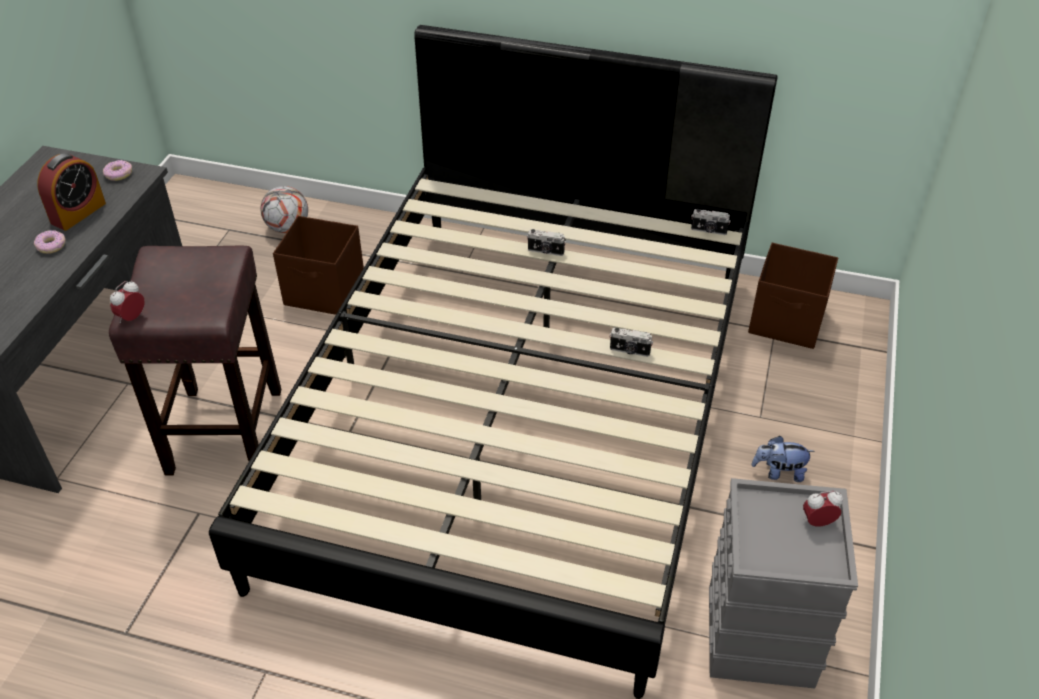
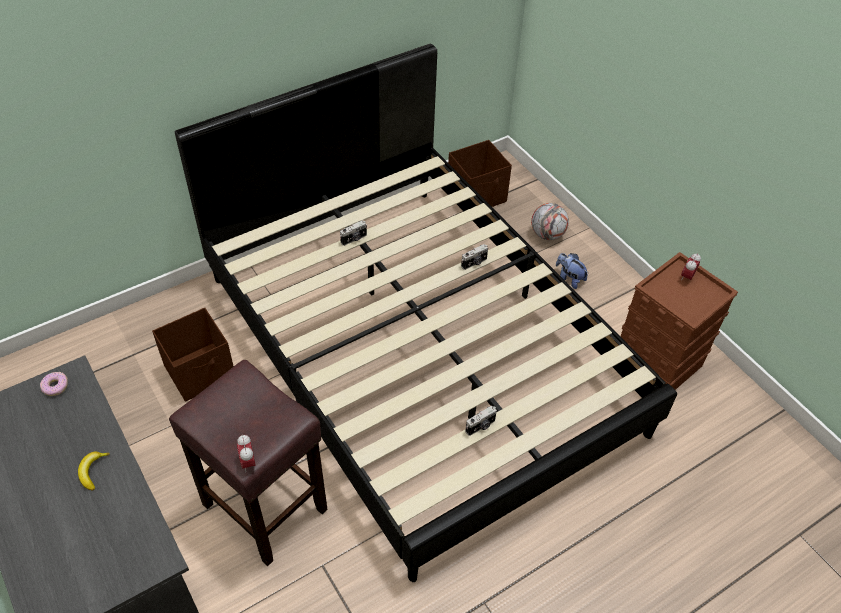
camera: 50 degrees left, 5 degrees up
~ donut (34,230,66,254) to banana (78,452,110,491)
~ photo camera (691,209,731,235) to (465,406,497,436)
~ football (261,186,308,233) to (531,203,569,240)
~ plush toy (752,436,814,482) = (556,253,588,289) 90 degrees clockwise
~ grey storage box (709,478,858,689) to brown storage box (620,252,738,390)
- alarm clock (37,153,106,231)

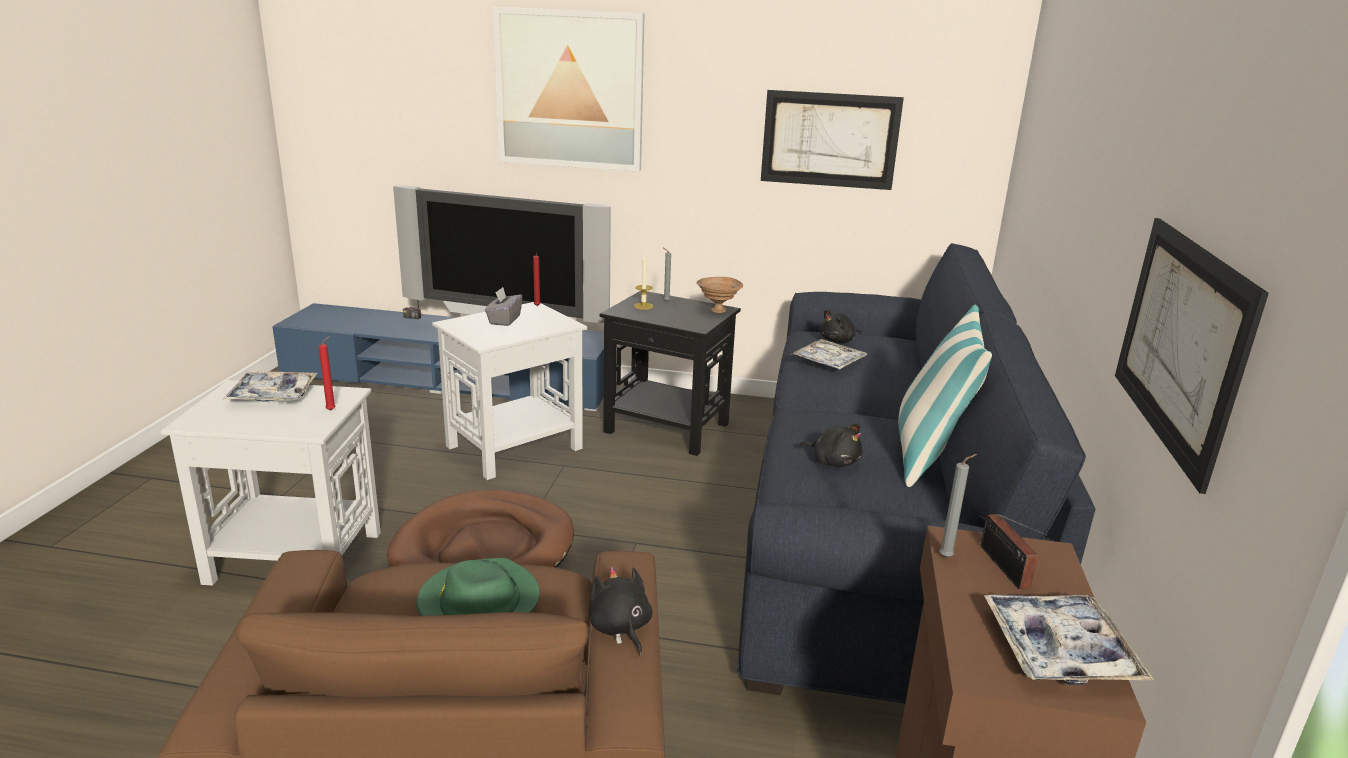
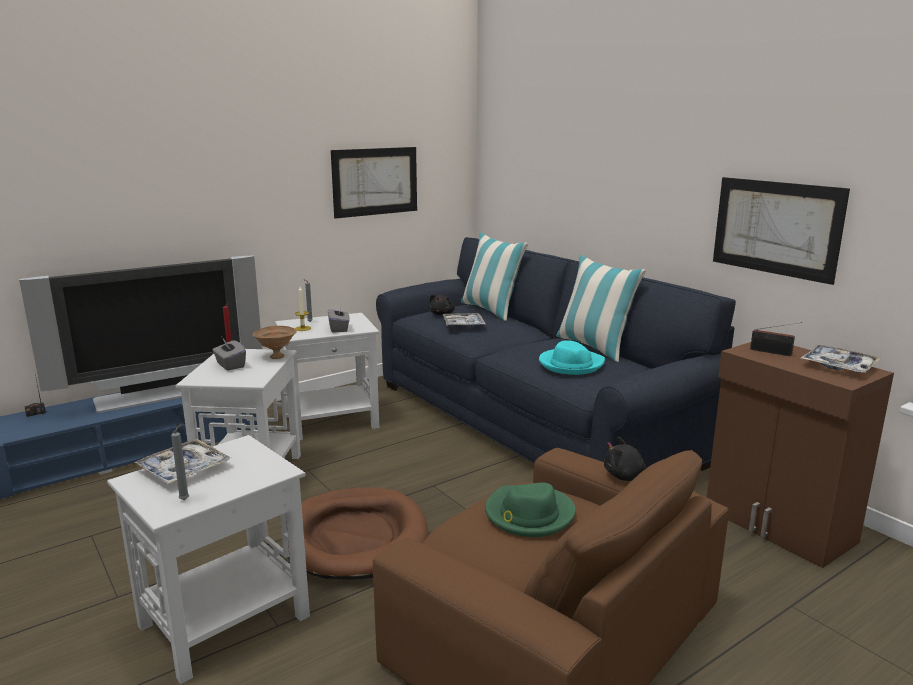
camera: 45 degrees left, 5 degrees down
~ grey candle (939,454,977,557) to (171,424,189,500)
~ brown bowl (696,277,743,313) to (252,326,297,359)
~ black side table (599,291,741,456) to white side table (275,313,379,440)
+ grey tissue box (328,307,350,333)
+ pillow (461,233,528,321)
~ black plush toy (799,424,862,467) to turquoise hat (539,340,605,375)
- red candle (319,336,336,410)
- picture (493,7,645,172)

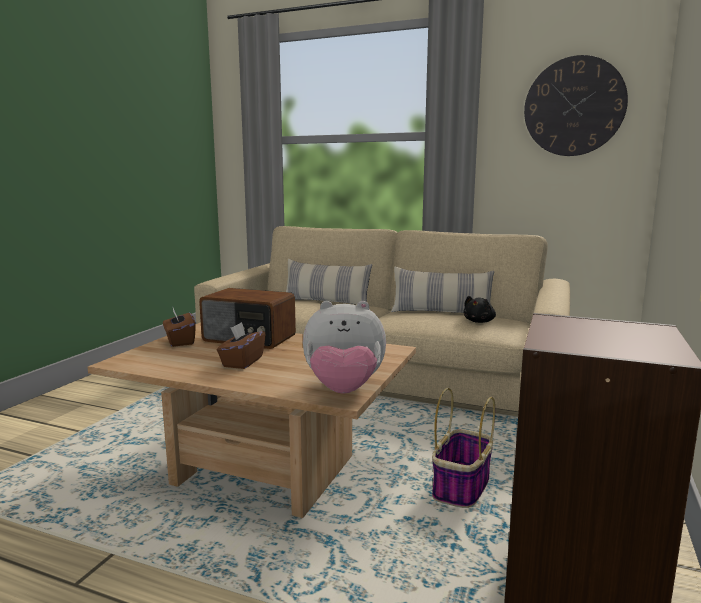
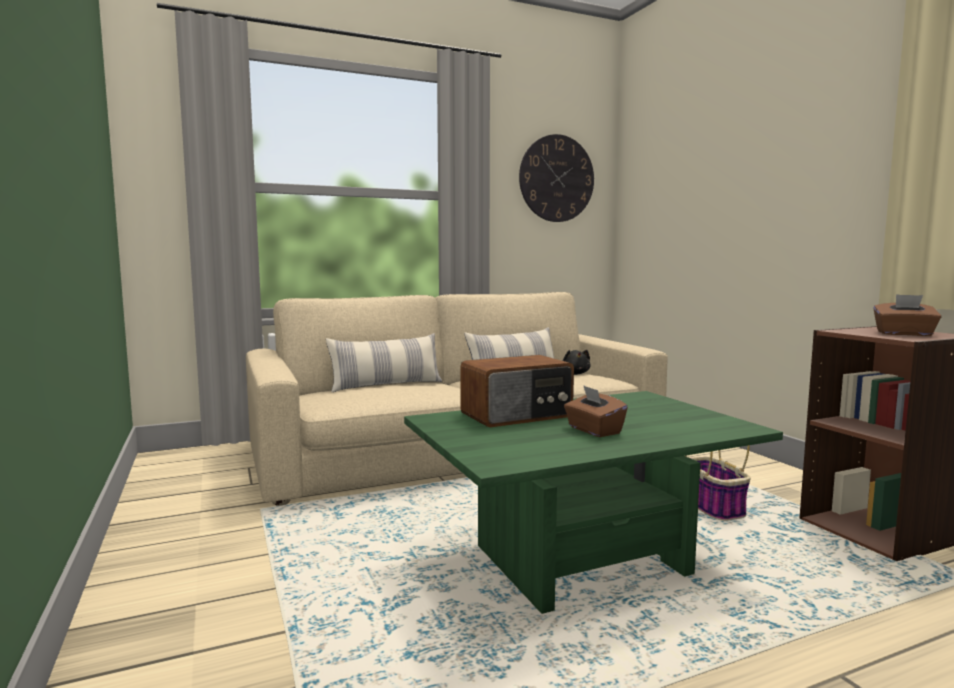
camera: 45 degrees left, 5 degrees down
~ beige coffee table (88,323,416,518) to green coffee table (404,391,783,614)
~ brown tissue box (163,308,196,347) to (873,294,941,336)
- plush toy (303,301,386,394)

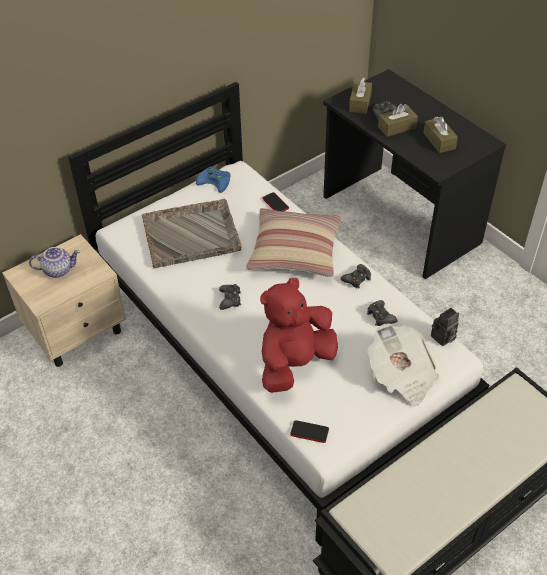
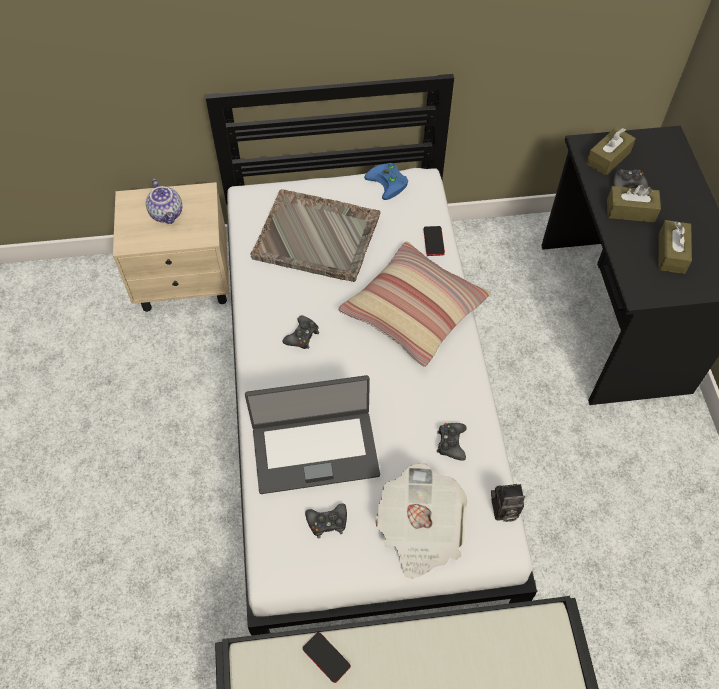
camera: 30 degrees right, 10 degrees up
~ teapot (29,247,80,278) = (146,179,182,224) 45 degrees clockwise
~ red plush toy (260,278,338,393) to laptop (245,375,380,494)
~ phone (290,420,329,443) to (303,632,351,683)
~ black game controller (341,264,371,288) to (305,503,347,538)

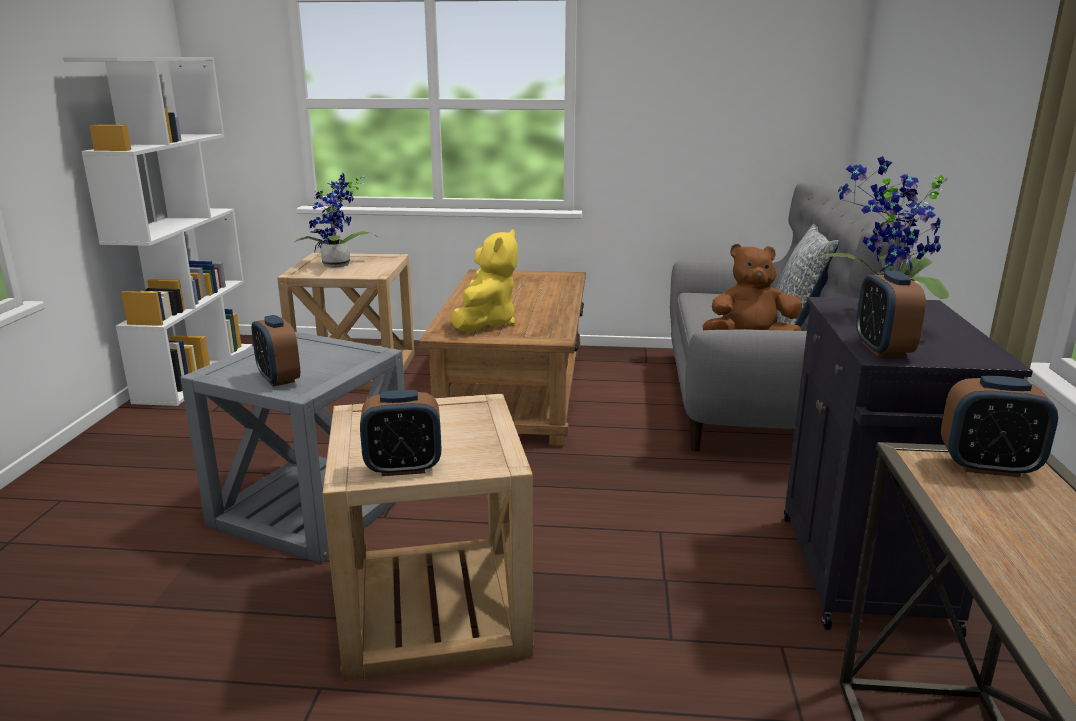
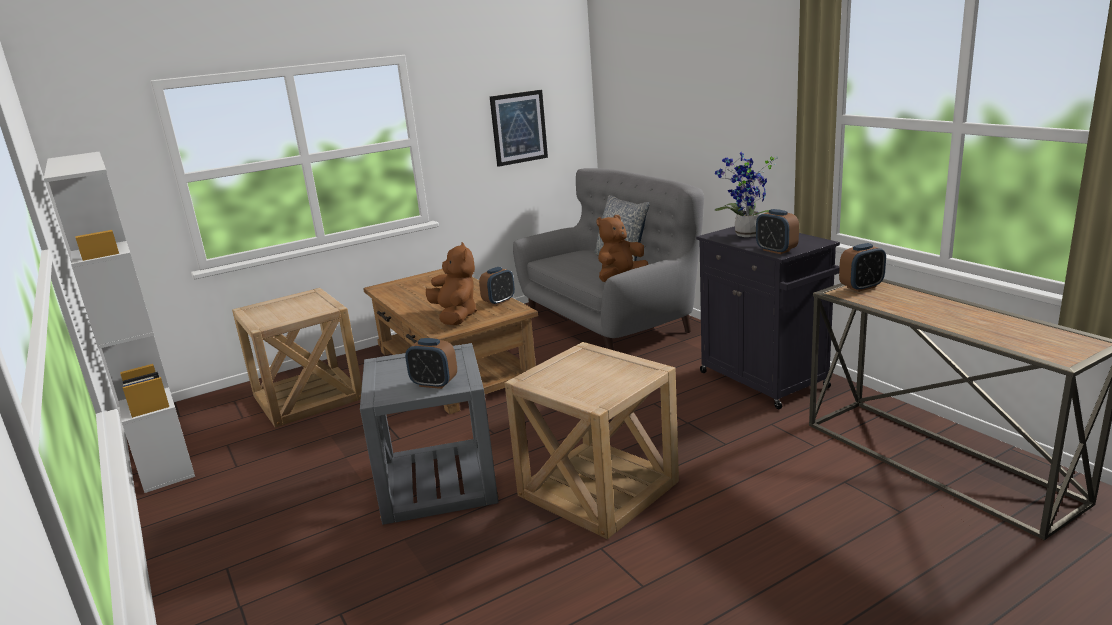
camera: 35 degrees left, 0 degrees up
~ yellow plush toy (451,229,518,332) to brown plush toy (426,242,477,325)
~ alarm clock (360,390,442,476) to (479,267,515,306)
+ picture (490,90,548,167)
- potted plant (295,173,378,268)

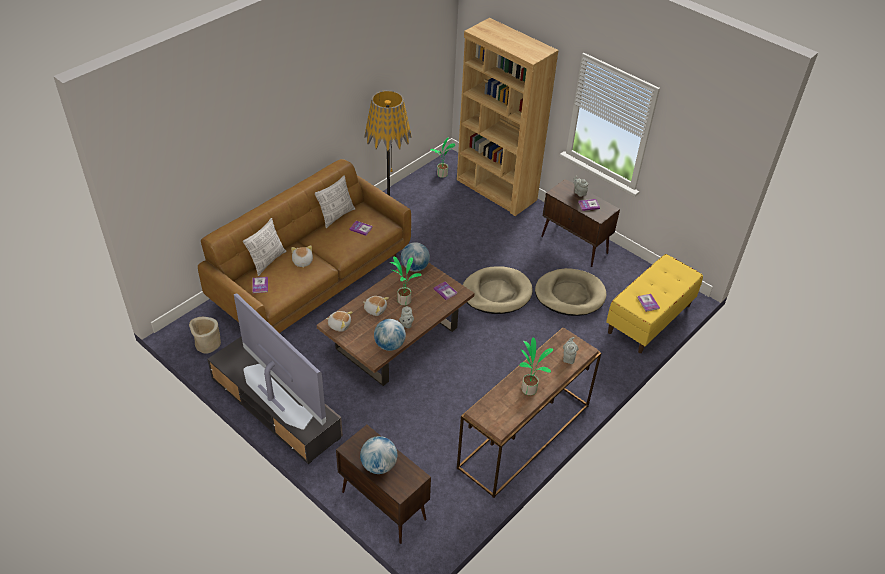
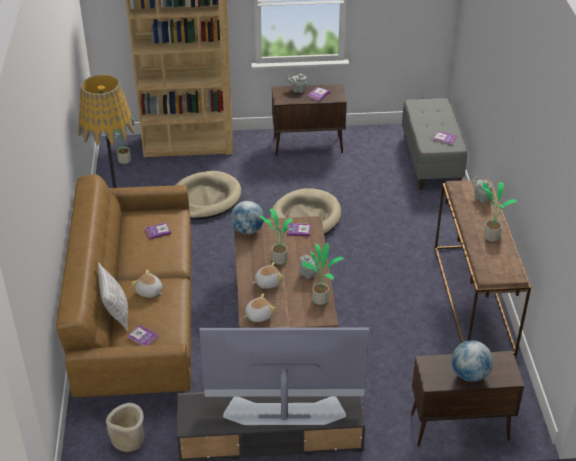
camera: 45 degrees left, 5 degrees down
~ beige dog bed (535,268,607,316) to (176,171,241,219)
~ globe (374,319,406,351) to potted plant (301,243,343,305)
~ yellow bench (606,254,703,353) to grey bench (402,98,467,190)
- pillow (315,175,355,228)

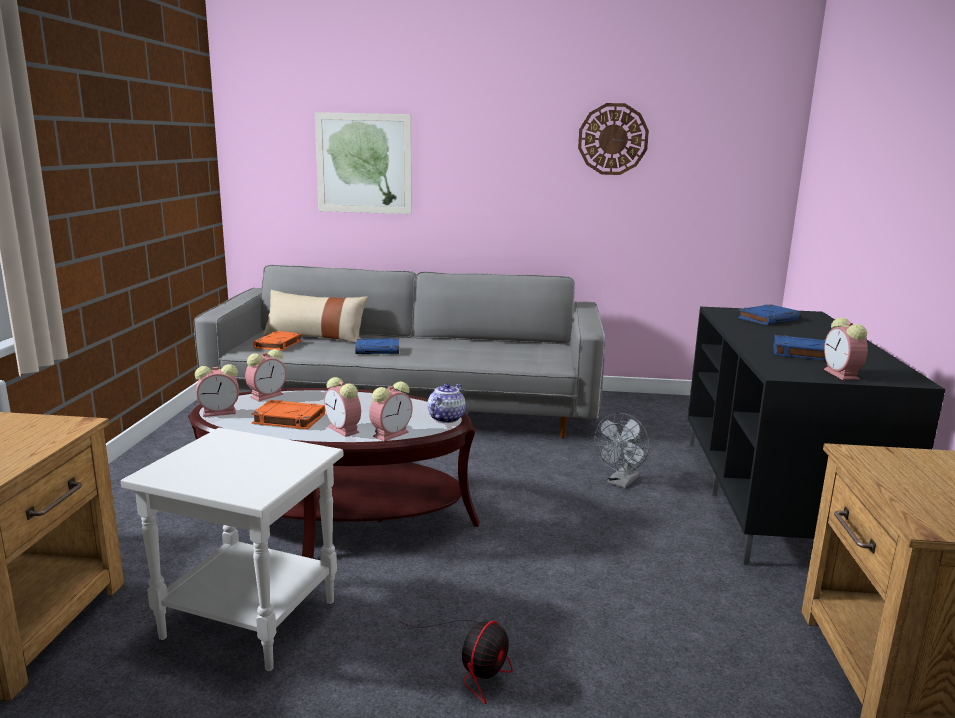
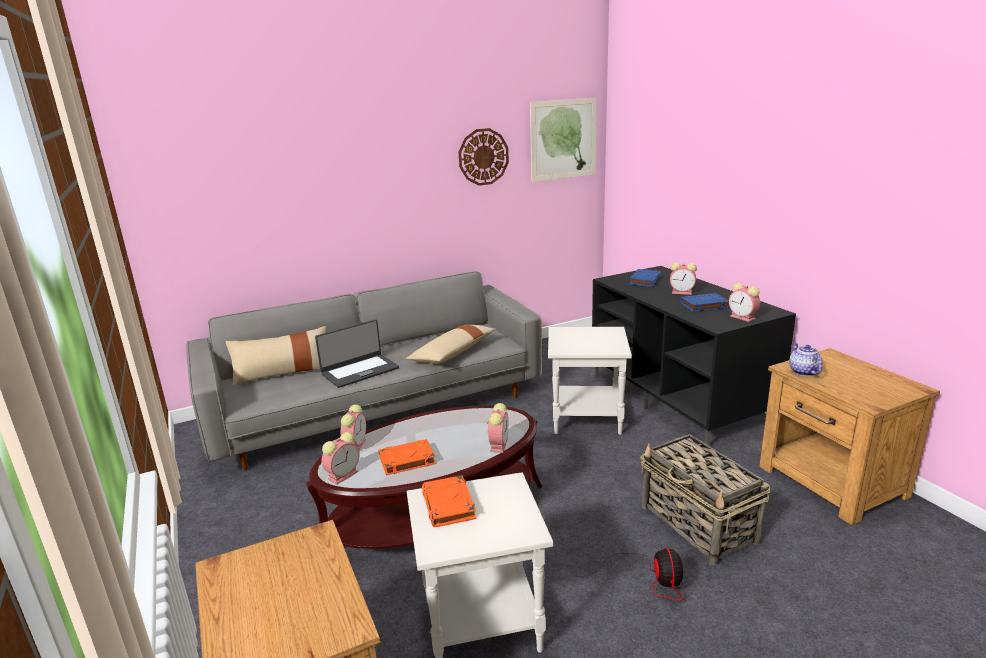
camera: 30 degrees left, 5 degrees up
~ blue book (355,338,399,354) to laptop (315,319,399,388)
+ beige pillow (406,325,496,364)
~ orange book (253,331,302,351) to (422,475,476,528)
~ picture (315,112,412,214) to (530,98,597,182)
~ grey fan (594,413,649,488) to white side table (548,327,632,435)
+ basket (640,434,770,565)
~ alarm clock (324,377,361,437) to (670,262,697,295)
~ teapot (427,383,466,423) to (789,343,822,376)

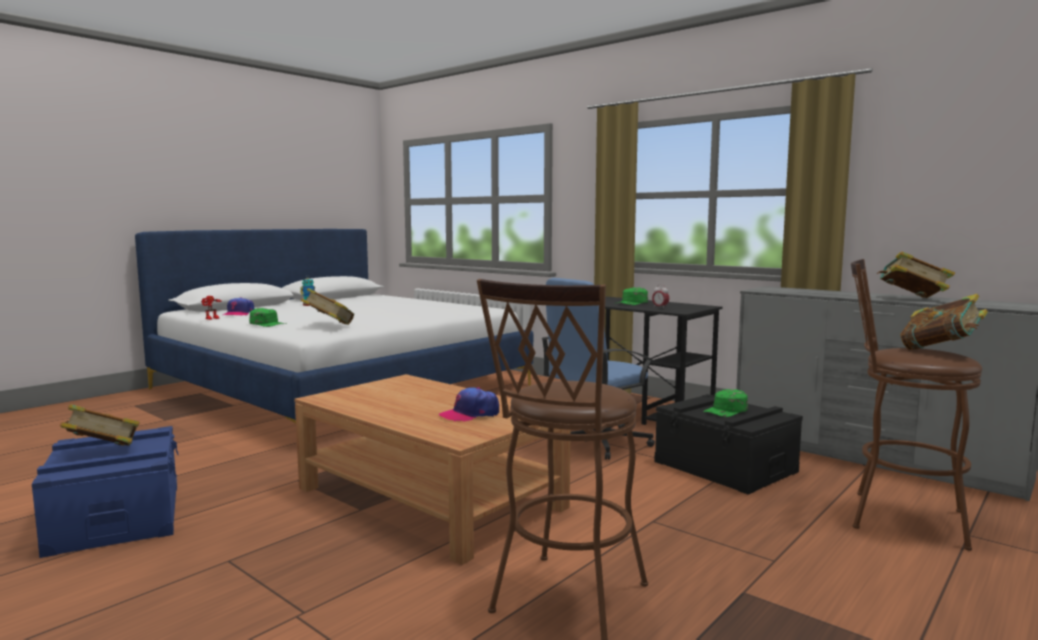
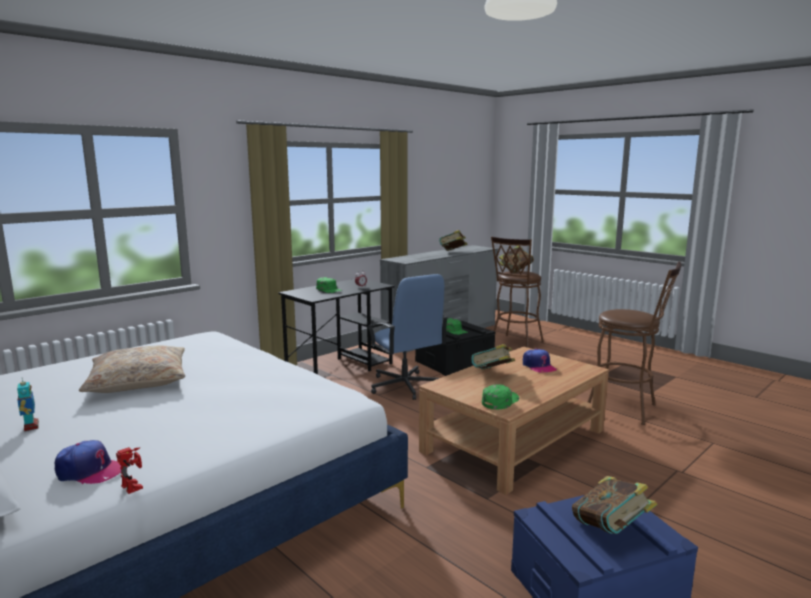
camera: 85 degrees left, 5 degrees up
+ beige pillow (79,346,185,393)
~ book (301,288,354,325) to (471,344,515,370)
~ green cap (249,308,286,327) to (482,385,519,409)

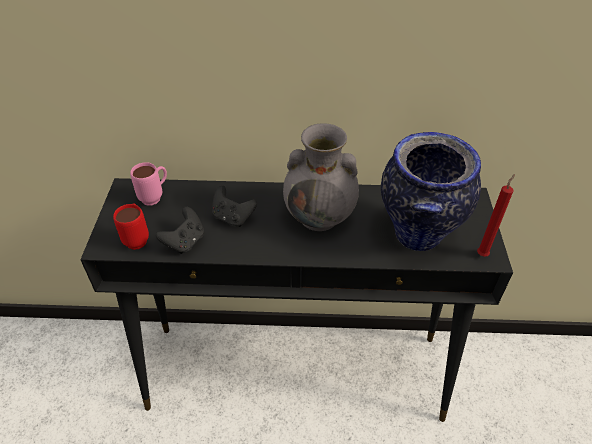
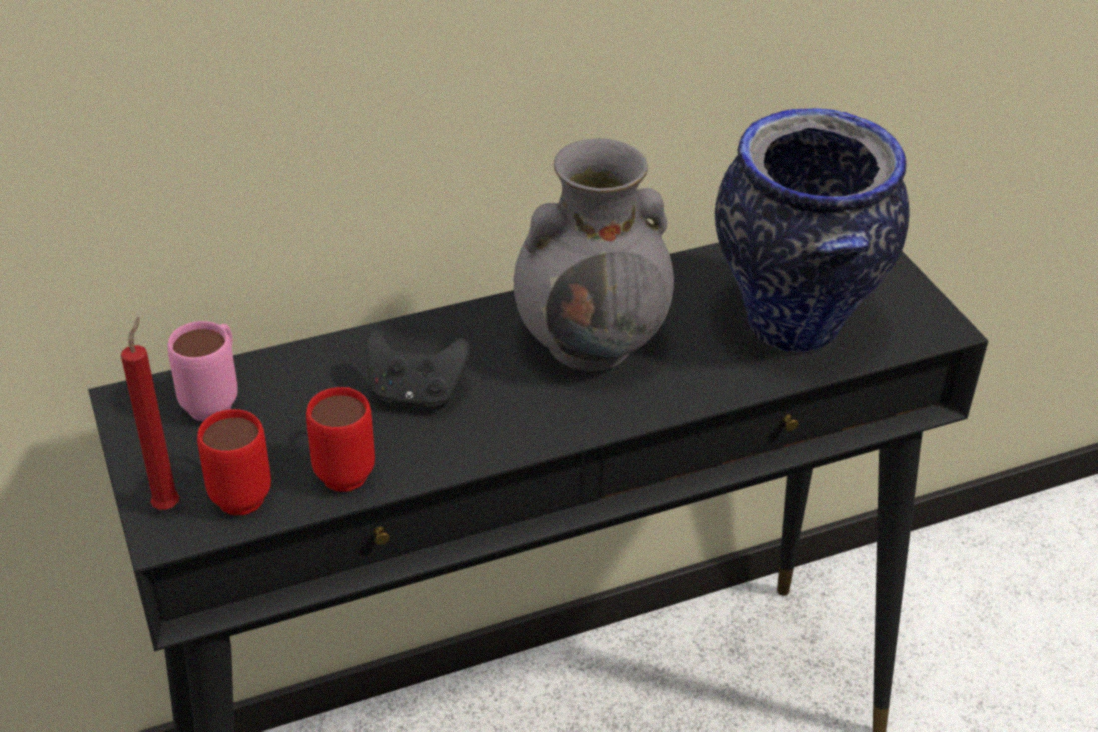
camera: 25 degrees left, 5 degrees down
~ red candle (477,174,515,257) to (121,317,180,510)
~ black game controller (156,207,204,254) to red mug (306,387,375,492)

